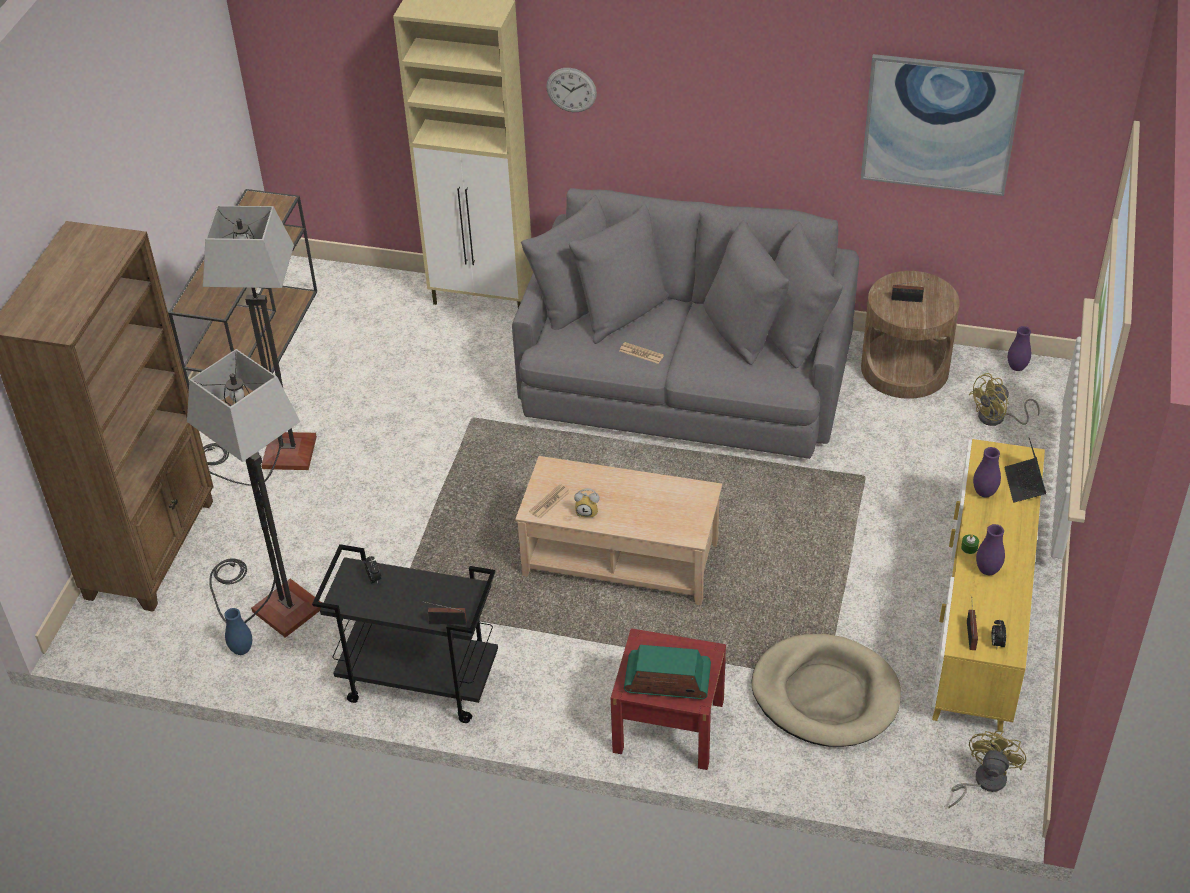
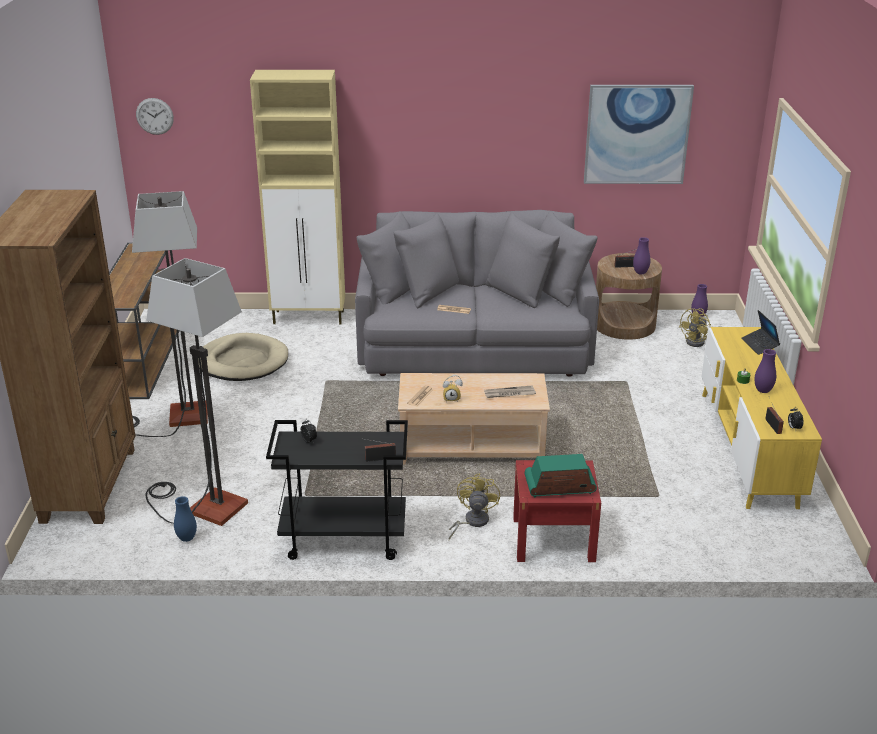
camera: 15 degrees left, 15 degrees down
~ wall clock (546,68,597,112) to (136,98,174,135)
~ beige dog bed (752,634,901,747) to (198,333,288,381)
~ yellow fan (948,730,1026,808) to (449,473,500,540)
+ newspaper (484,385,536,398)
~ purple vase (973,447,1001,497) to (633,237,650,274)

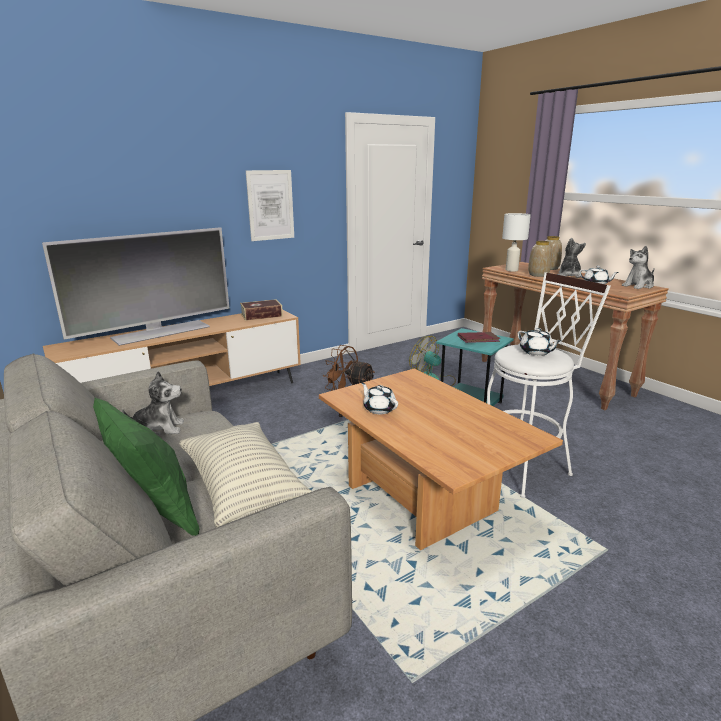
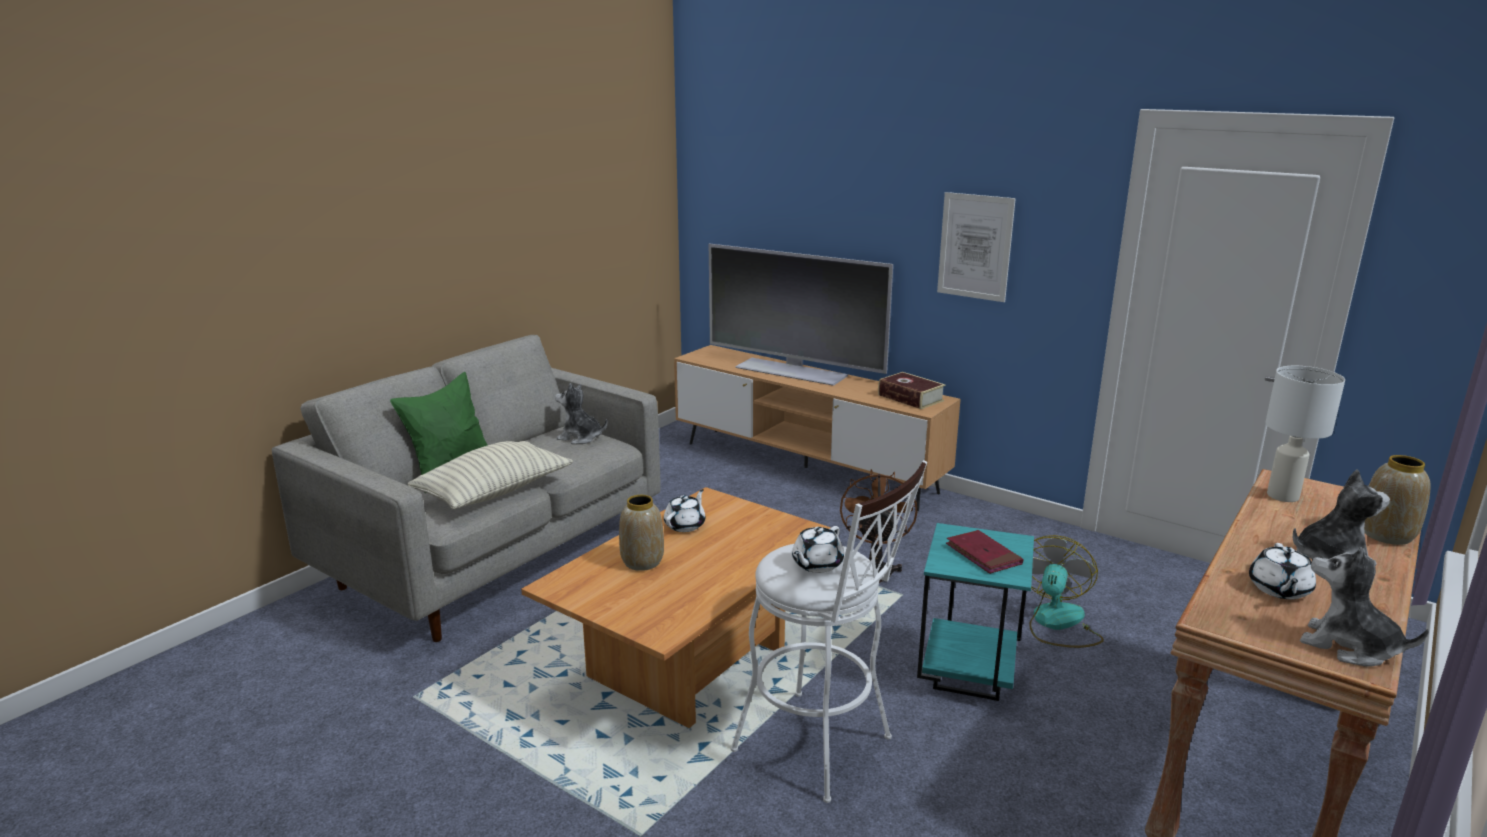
camera: 70 degrees right, 0 degrees up
~ plush toy (122,371,184,436) = (555,383,607,444) 135 degrees clockwise
~ vase (528,241,552,277) to (619,495,664,571)

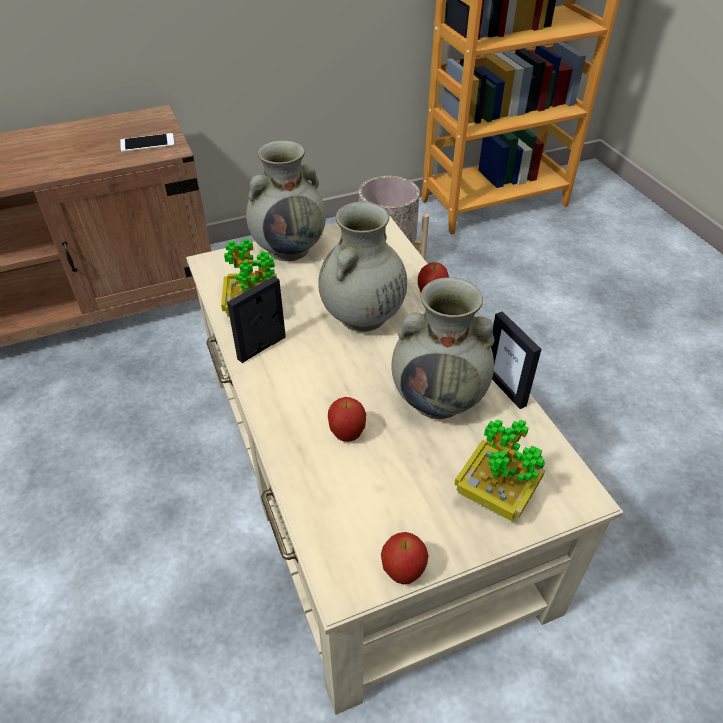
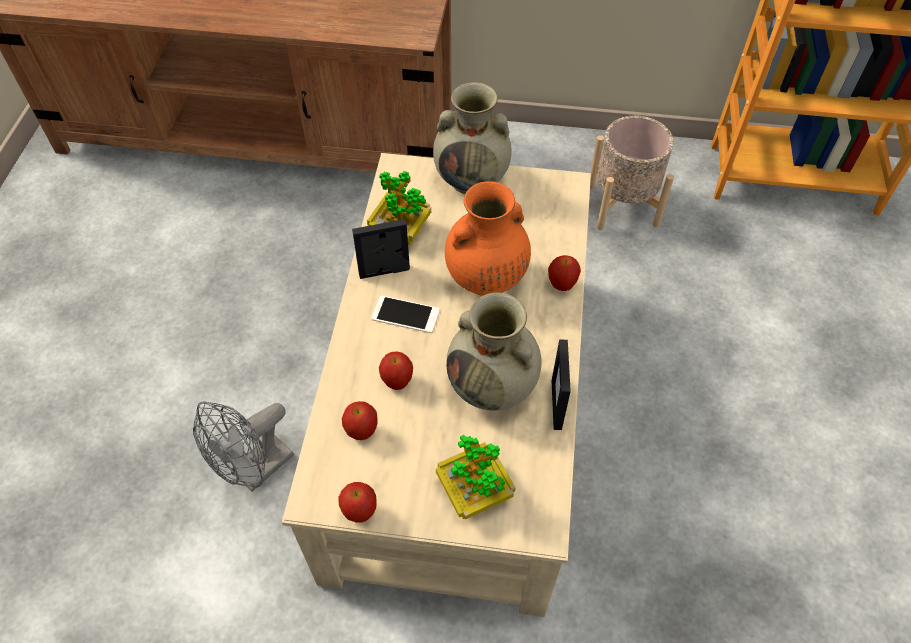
camera: 30 degrees right, 10 degrees up
+ grey fan (193,401,294,492)
+ apple (342,401,378,440)
~ phone (120,133,175,152) to (371,295,440,333)
~ beige vase (318,202,407,332) to orange vase (445,181,531,296)

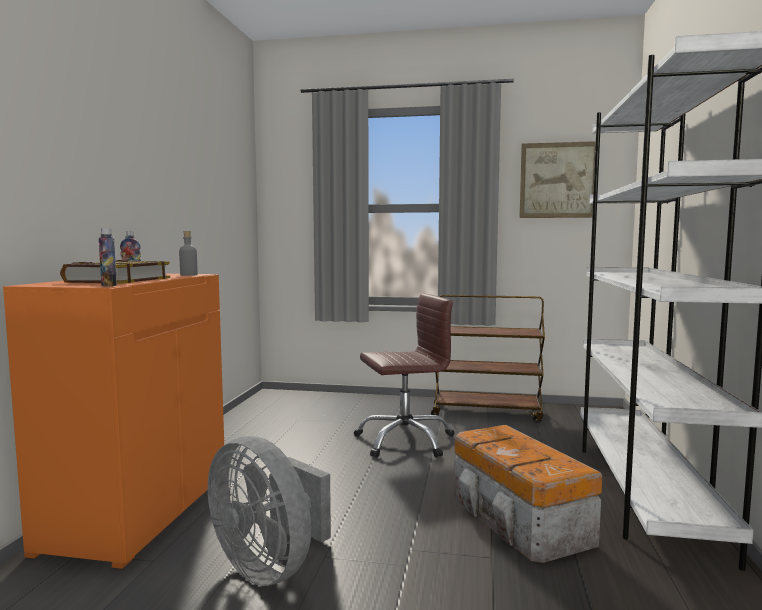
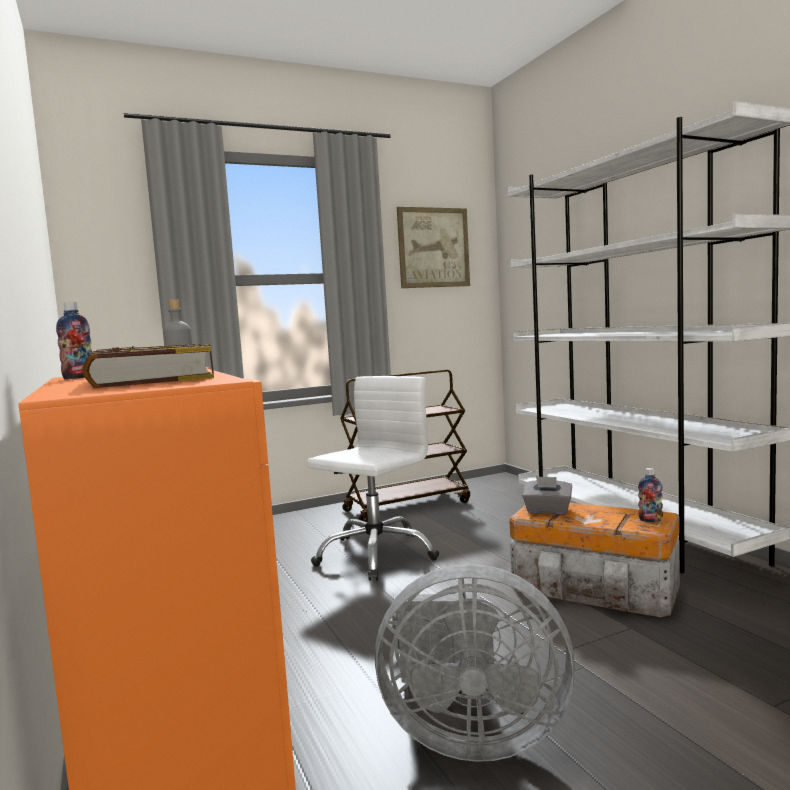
camera: 35 degrees left, 0 degrees up
~ brown office chair (354,294,455,458) to white office chair (307,376,440,581)
+ grey tissue box (522,476,572,514)
~ bottle (99,228,117,286) to (638,468,663,522)

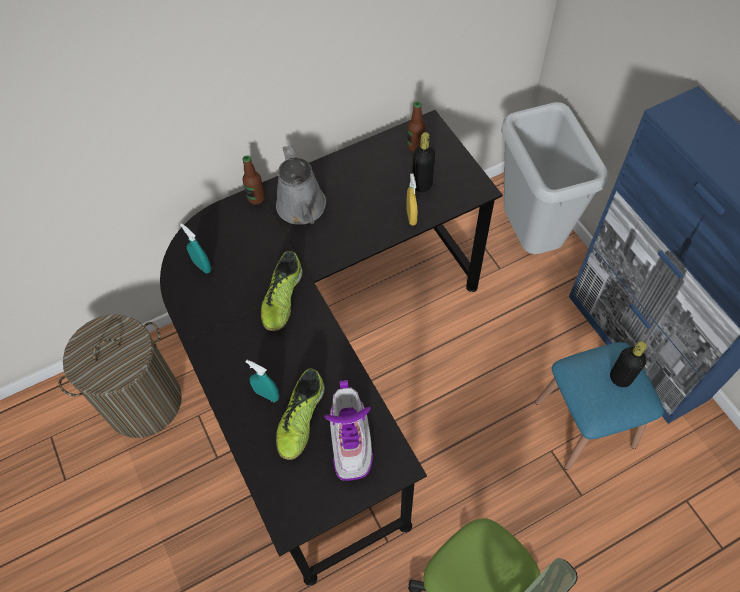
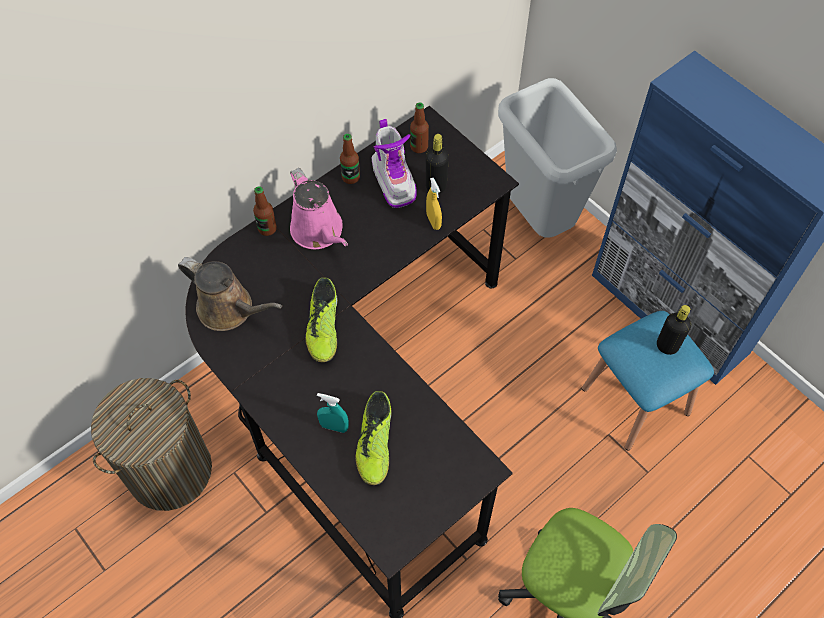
camera: 15 degrees left, 0 degrees up
~ turquoise spray bottle (180,223,211,273) to brown watering can (178,257,282,331)
~ grey watering can (276,145,326,225) to pink watering can (290,168,348,249)
+ bottle (340,134,360,184)
~ boot (324,380,373,481) to (372,119,417,208)

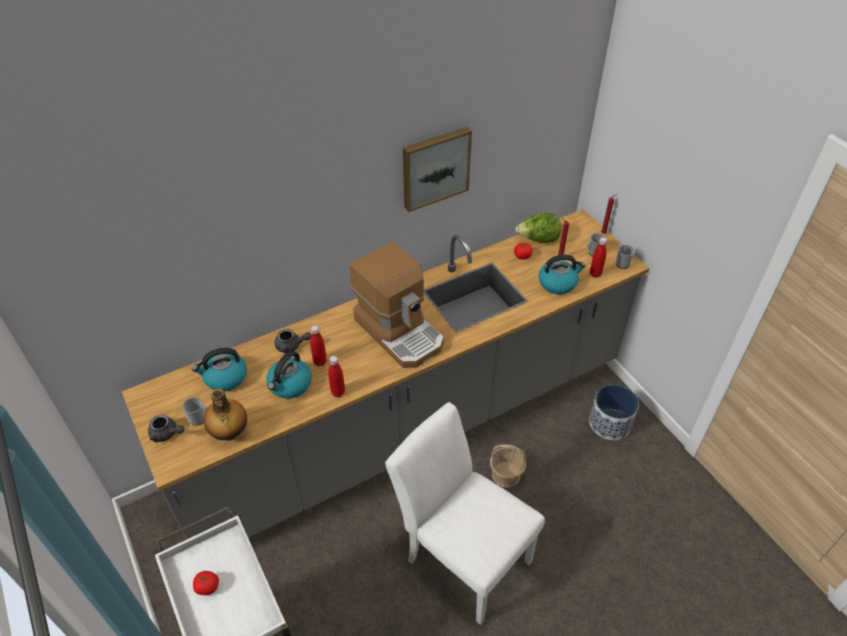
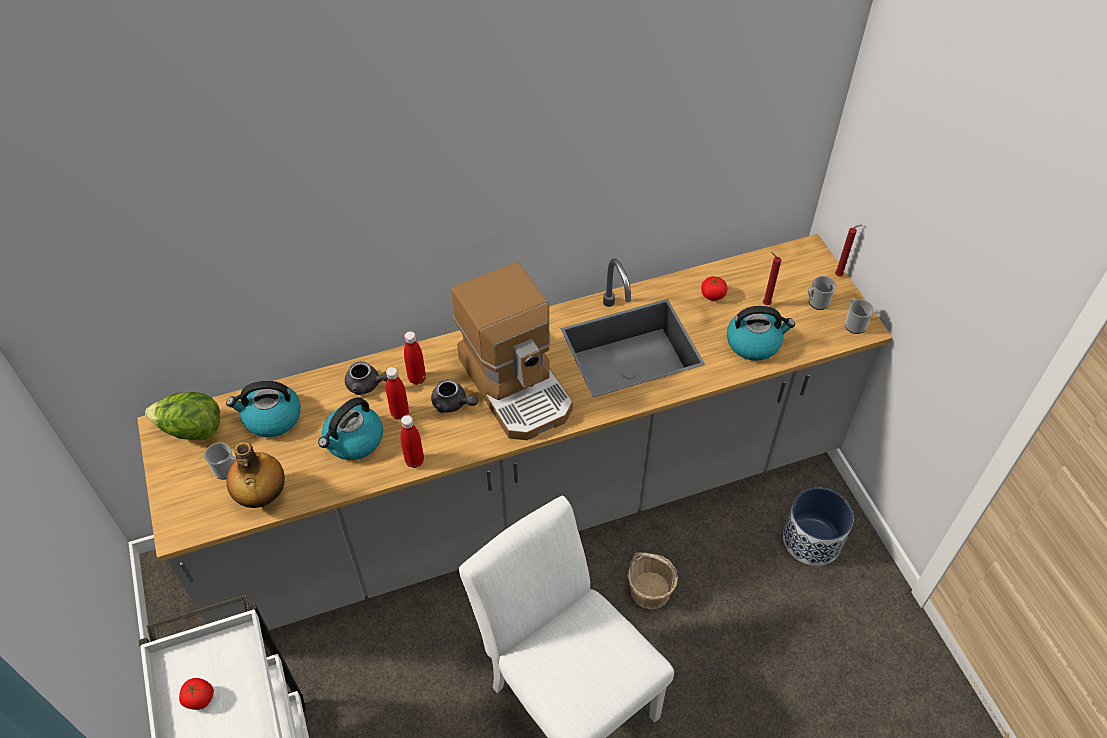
camera: 10 degrees right, 5 degrees up
~ lettuce (515,213,562,243) to (145,392,220,440)
~ red bottle (590,237,607,278) to (404,331,426,385)
~ grey teapot (148,415,184,442) to (431,379,478,413)
- picture (403,127,472,212)

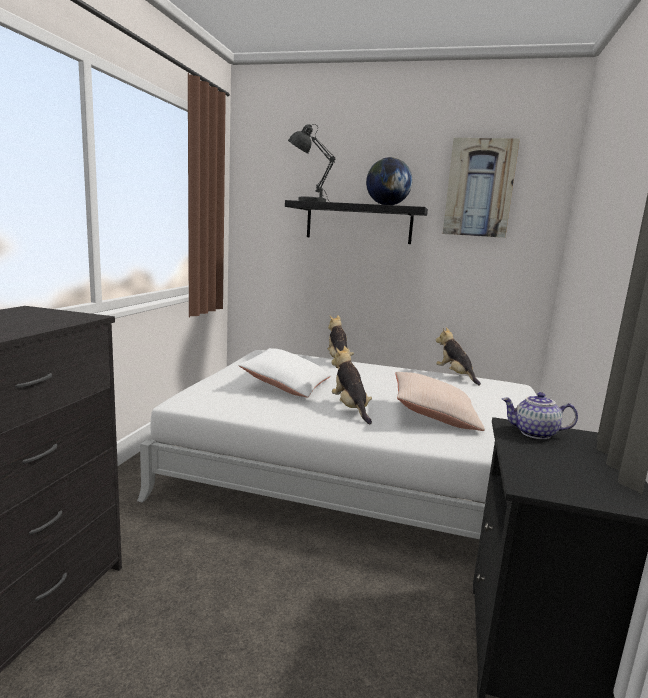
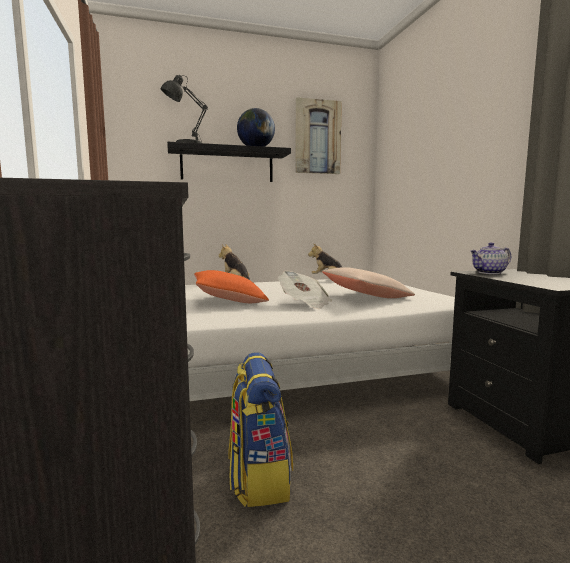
camera: 30 degrees left, 5 degrees down
~ white pillow (238,348,331,398) to orange pillow (194,270,269,303)
+ backpack (228,353,293,507)
~ plush toy (331,346,372,424) to newspaper (278,271,332,309)

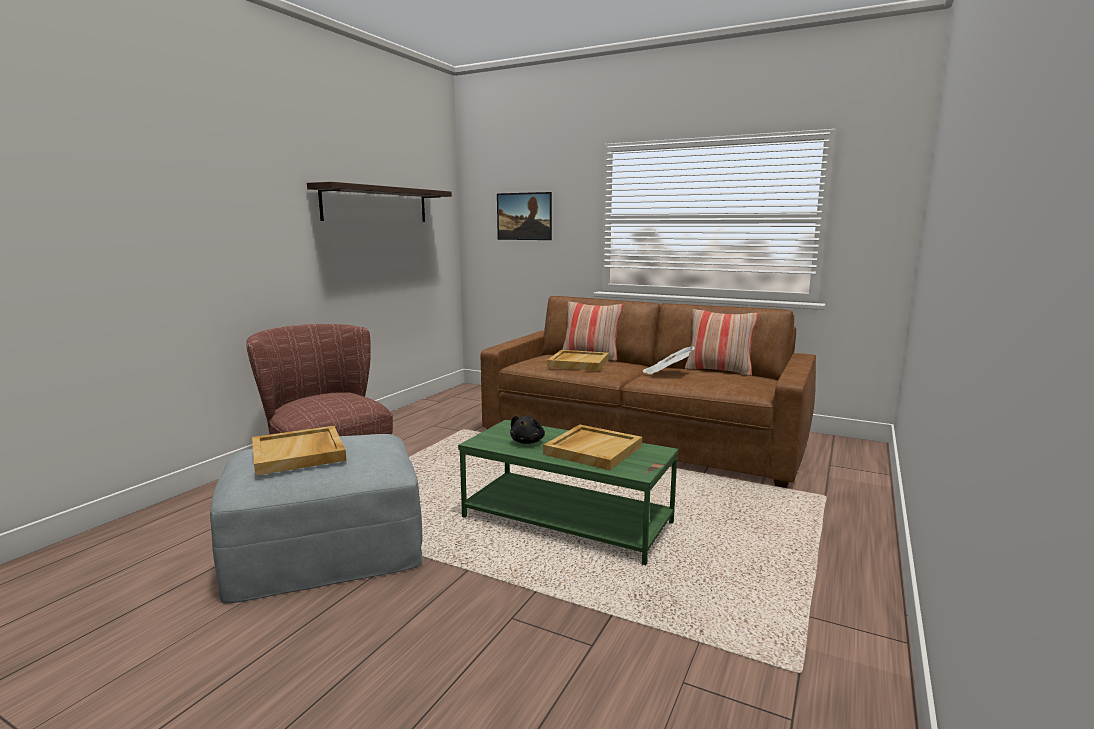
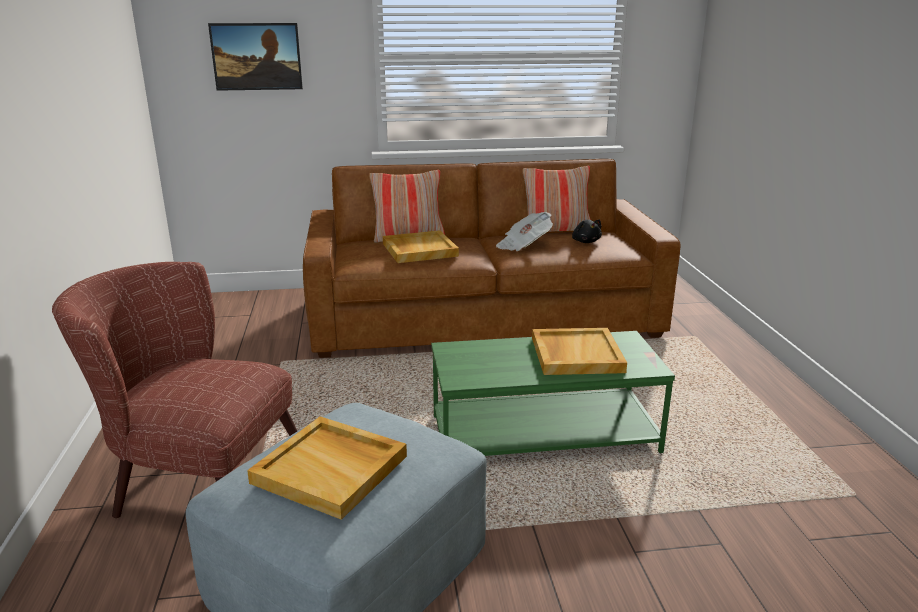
camera: 35 degrees left, 10 degrees up
~ black plush toy (510,416,545,444) to (572,220,602,243)
- shelf (307,182,452,222)

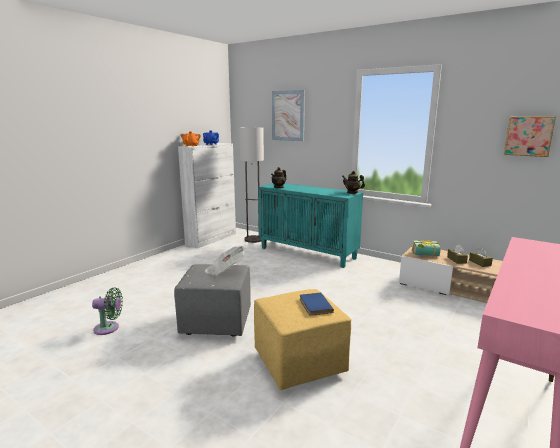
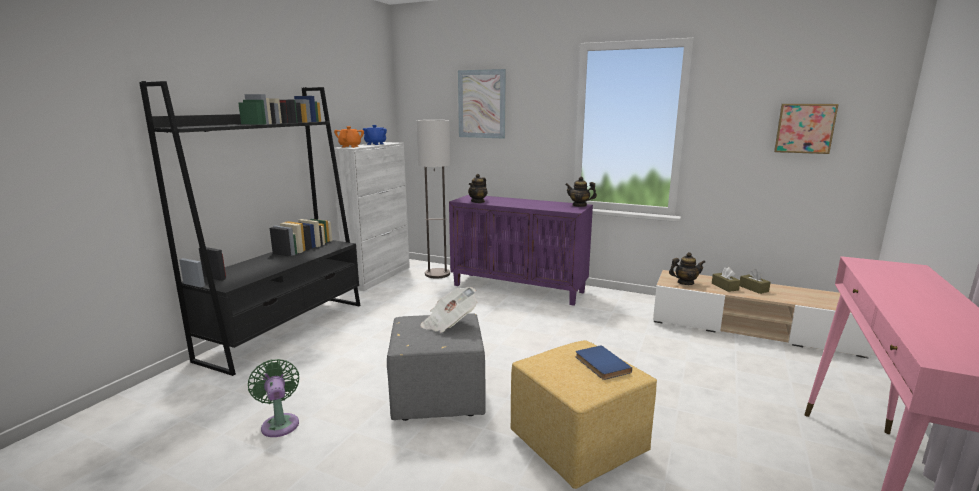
camera: 10 degrees left, 0 degrees up
+ black bookcase (139,81,360,376)
~ green fan (92,287,123,335) = (248,359,299,437) 105 degrees counterclockwise
~ turquoise cabinet (258,183,363,268) to purple cabinet (449,195,593,306)
~ book (412,240,440,256) to teapot (669,252,705,285)

